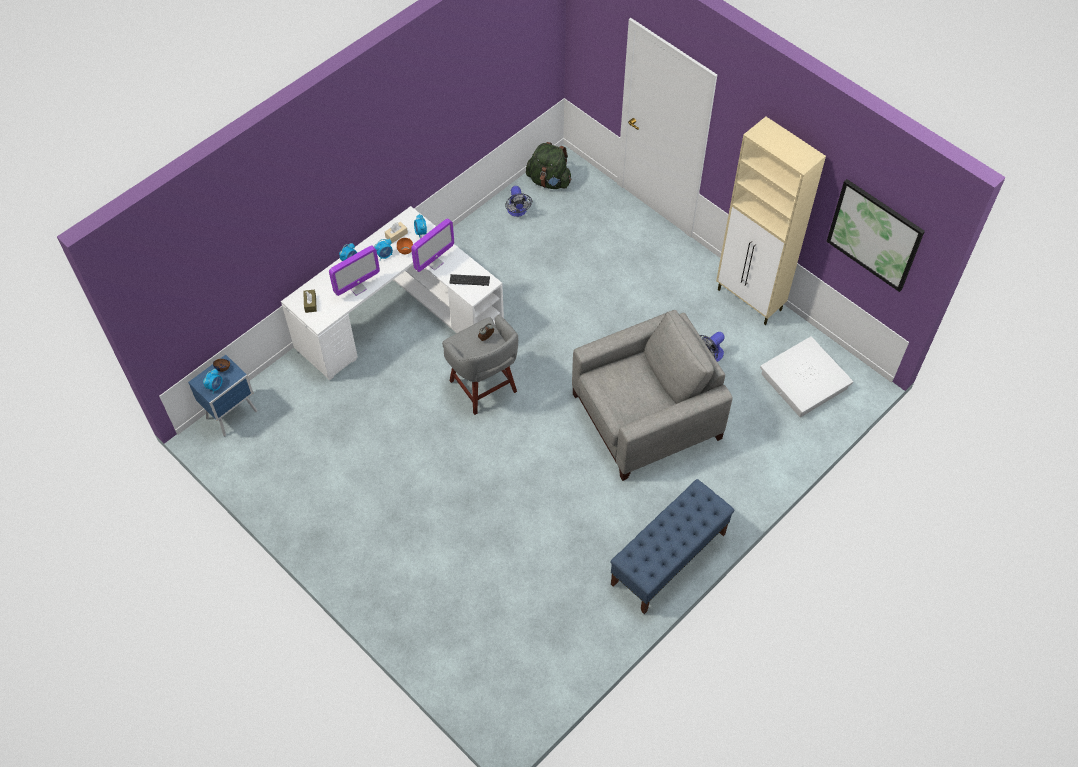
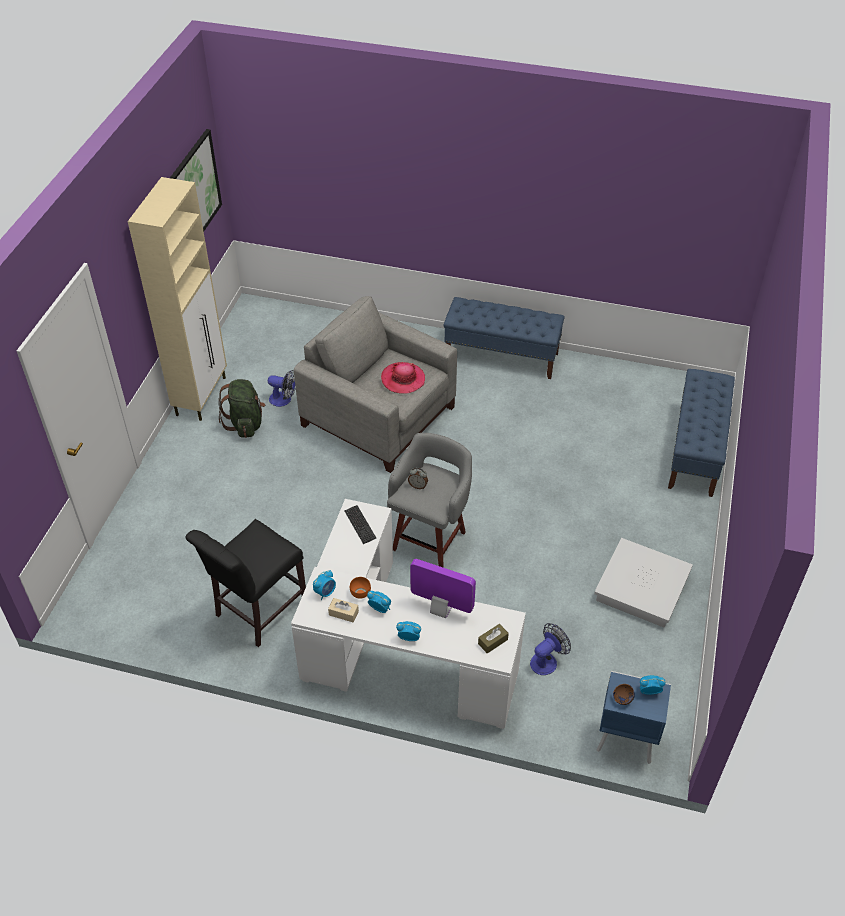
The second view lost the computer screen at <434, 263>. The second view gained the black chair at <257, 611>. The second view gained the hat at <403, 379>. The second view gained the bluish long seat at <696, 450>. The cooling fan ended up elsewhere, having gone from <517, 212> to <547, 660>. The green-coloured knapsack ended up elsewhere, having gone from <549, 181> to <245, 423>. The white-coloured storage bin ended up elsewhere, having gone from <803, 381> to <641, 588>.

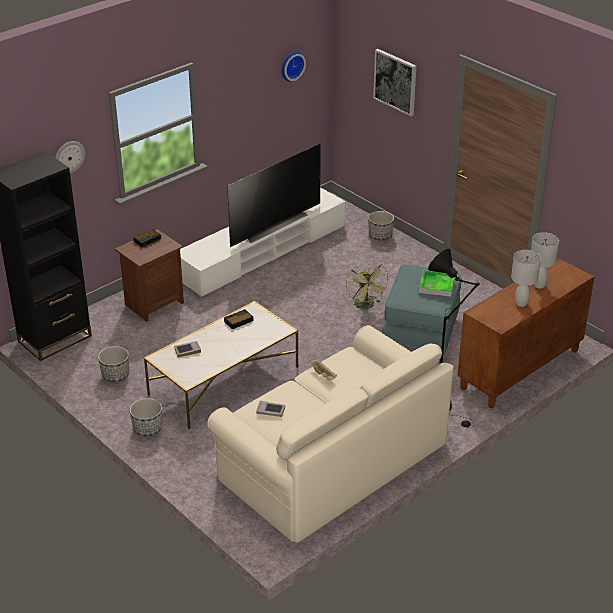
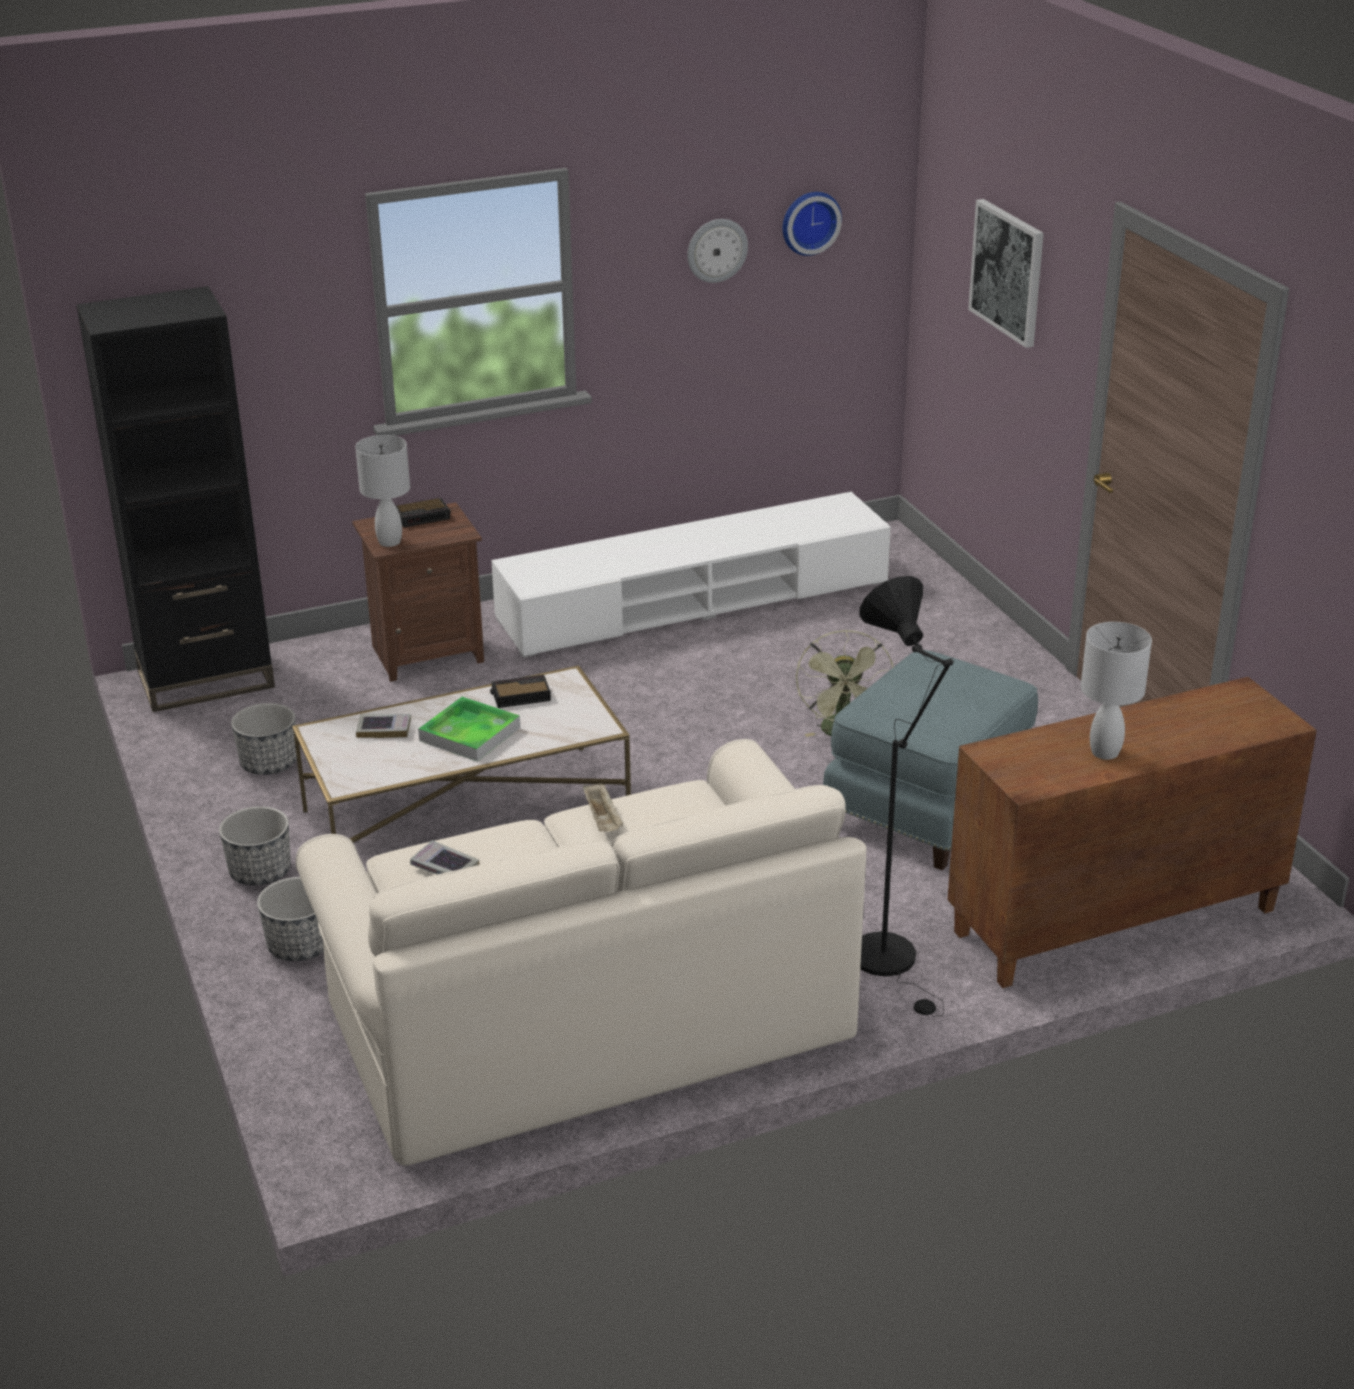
The second view lost the television at <273, 225>. The wall clock ended up elsewhere, having gone from <69, 156> to <716, 250>. The planter ended up elsewhere, having gone from <380, 236> to <300, 946>. The serving tray ended up elsewhere, having gone from <436, 285> to <470, 734>. The white-coloured tabletop lamp ended up elsewhere, having gone from <538, 285> to <389, 541>.

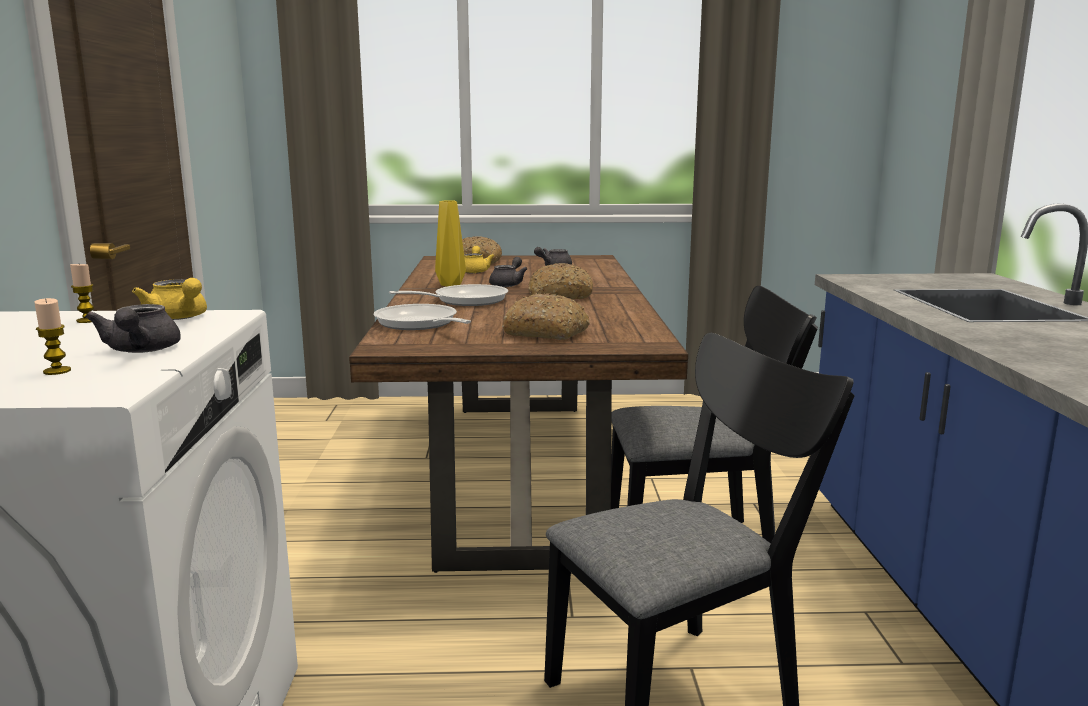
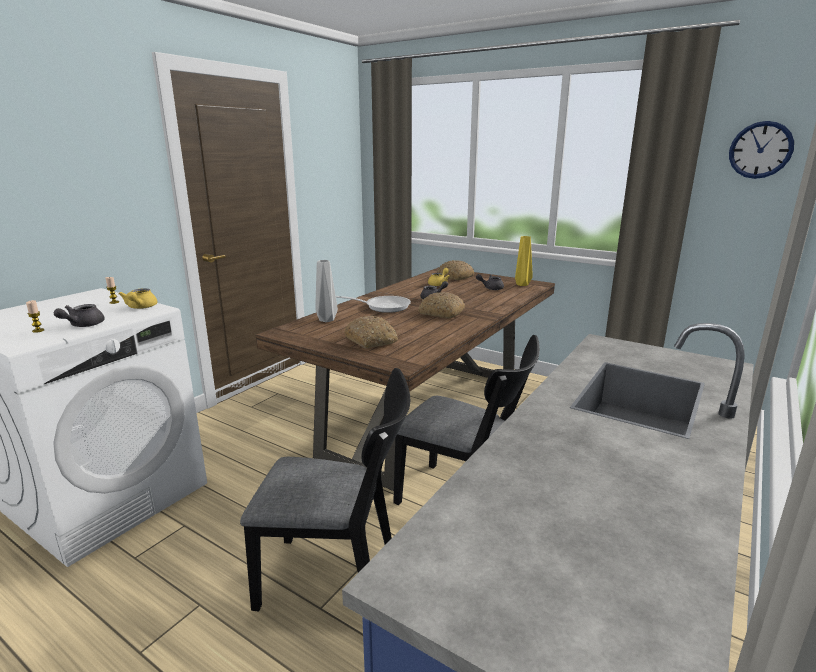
The second view gained the wall clock at <760, 150>. The yellowish vase ended up elsewhere, having gone from <452, 284> to <523, 284>. Where the pan stood at <419, 324>, the greyish vase came to stand at <326, 319>.

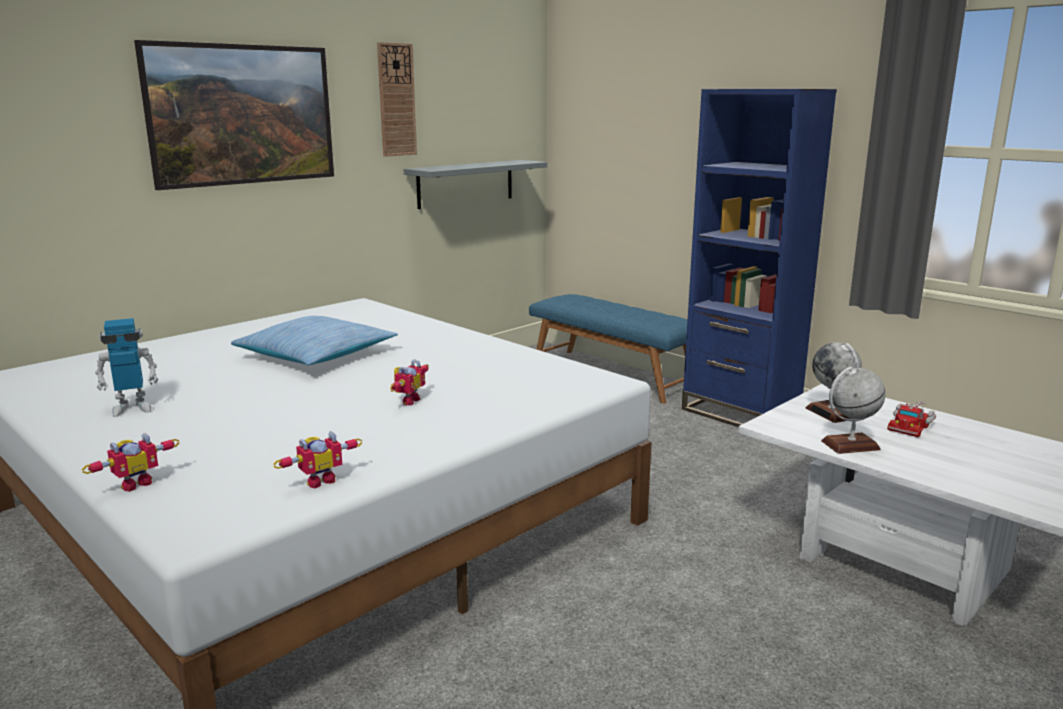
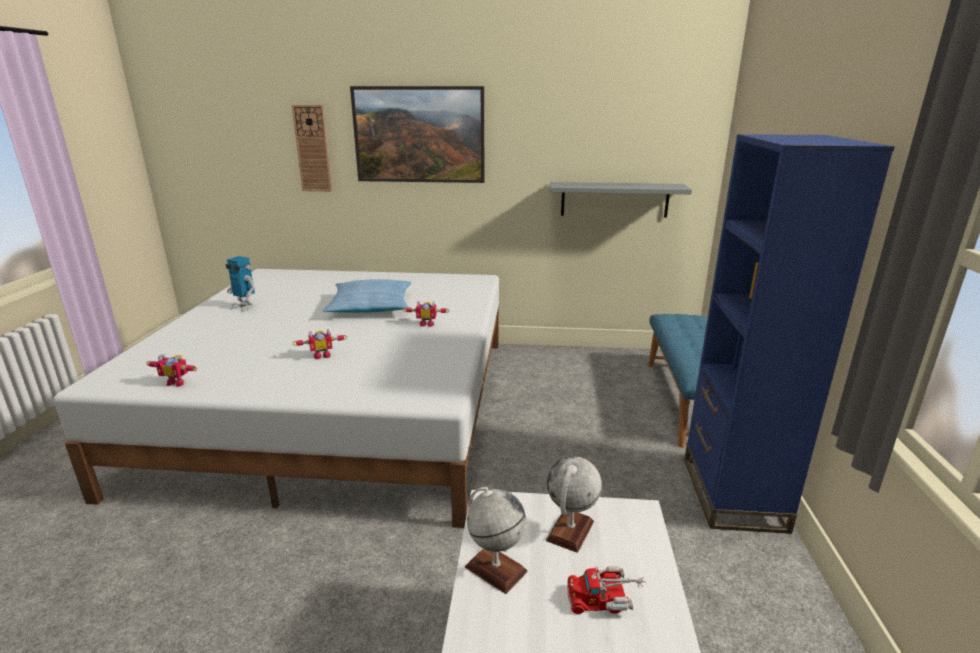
The toy robot ended up elsewhere, having gone from <135, 483> to <427, 324>. The wall clock ended up elsewhere, having gone from <396, 100> to <313, 149>.

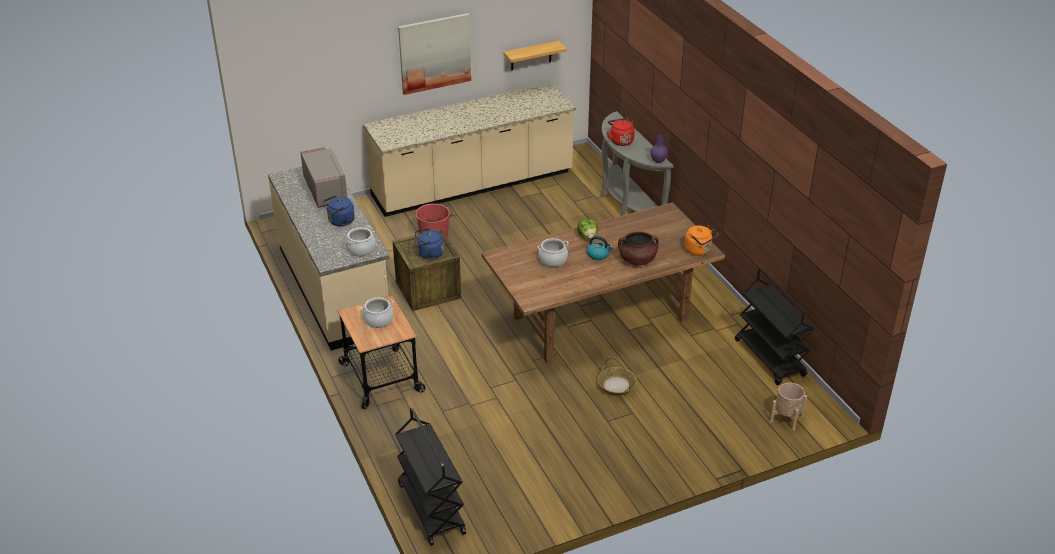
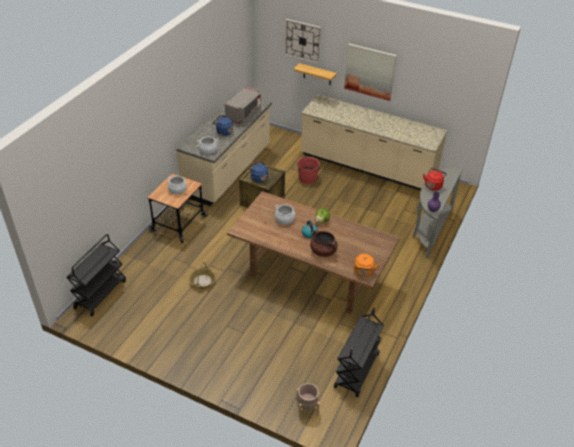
The second view gained the wall clock at <303, 41>. The bracket shelf ended up elsewhere, having gone from <531, 56> to <317, 74>. The household basket ended up elsewhere, having gone from <616, 385> to <202, 281>.

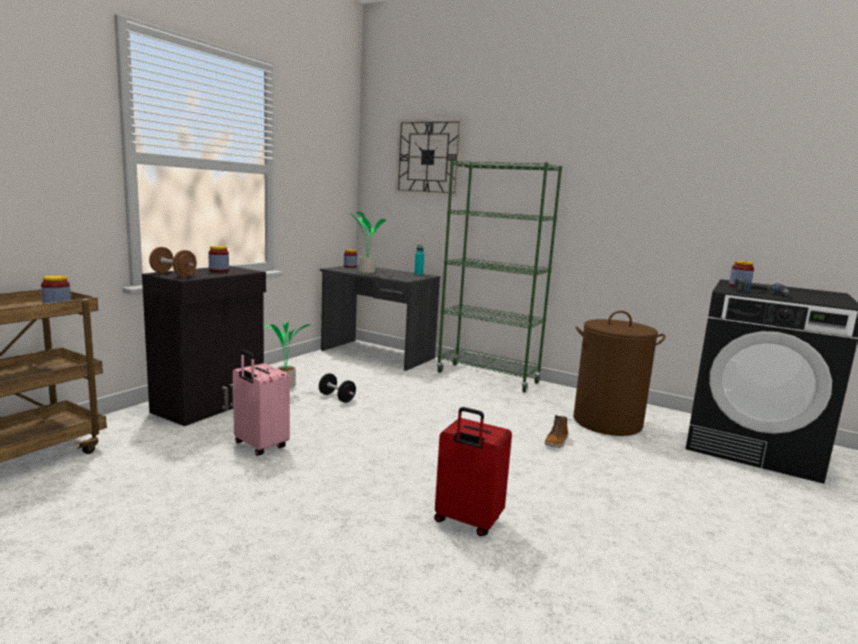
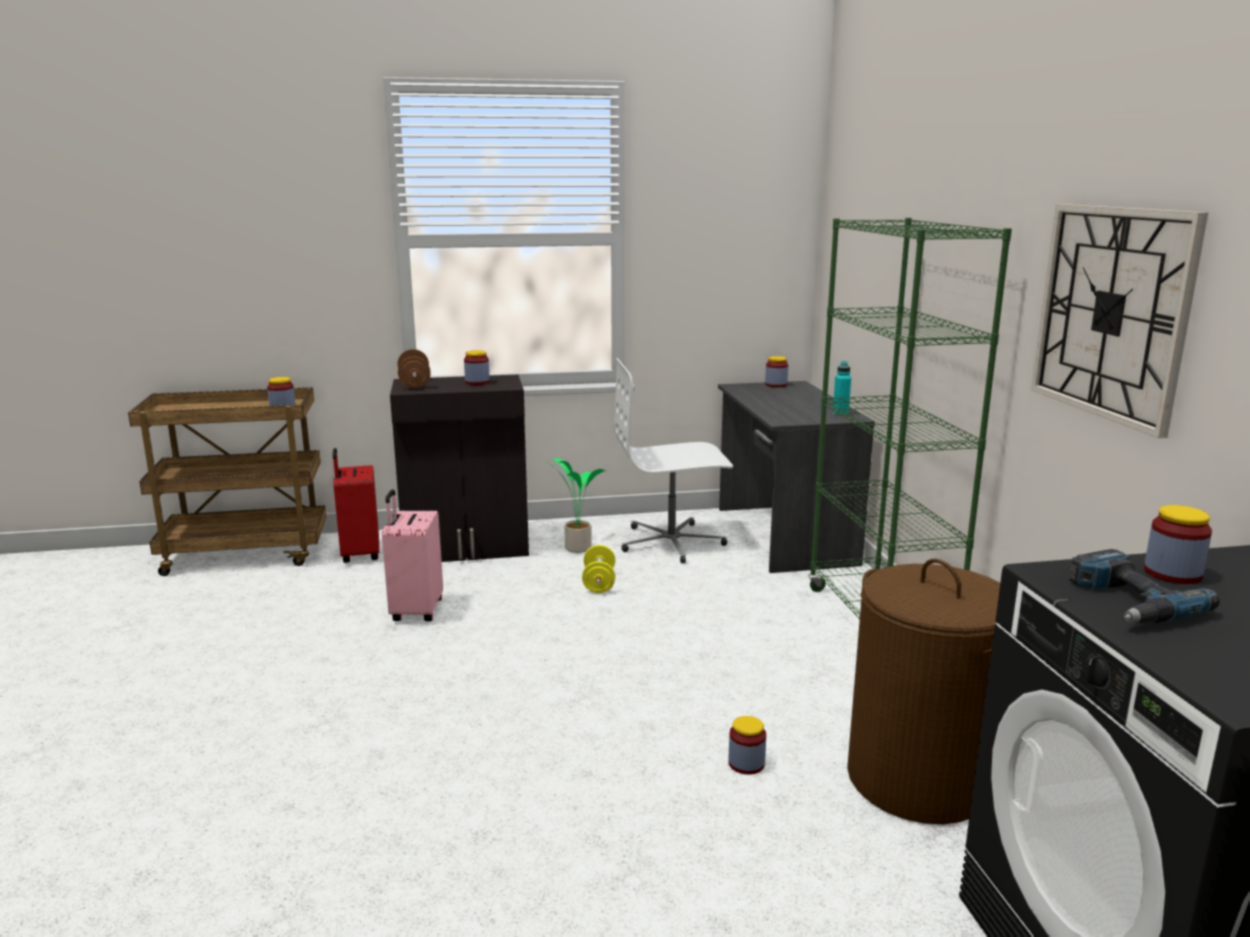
The second view lost the plant in a pot at <365, 272>. The second view gained the white-coloured desk chair at <672, 542>. The wall clock ended up elsewhere, having gone from <428, 157> to <1112, 313>. The red suitcase ended up elsewhere, having gone from <467, 521> to <359, 554>. Where the boot stood at <556, 441>, the storage jar came to stand at <746, 764>. What was the black hand weight at <337, 398> turned into the yellowish hand weight at <599, 583>.

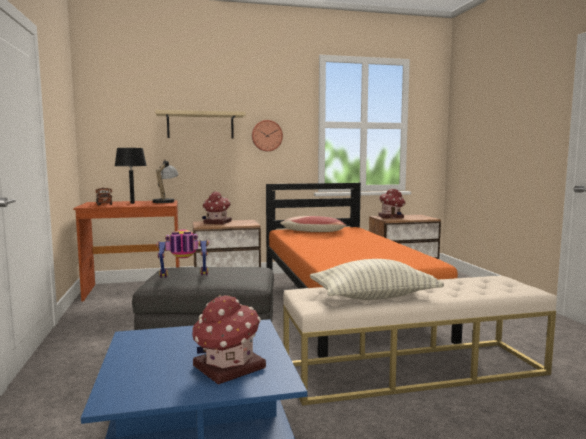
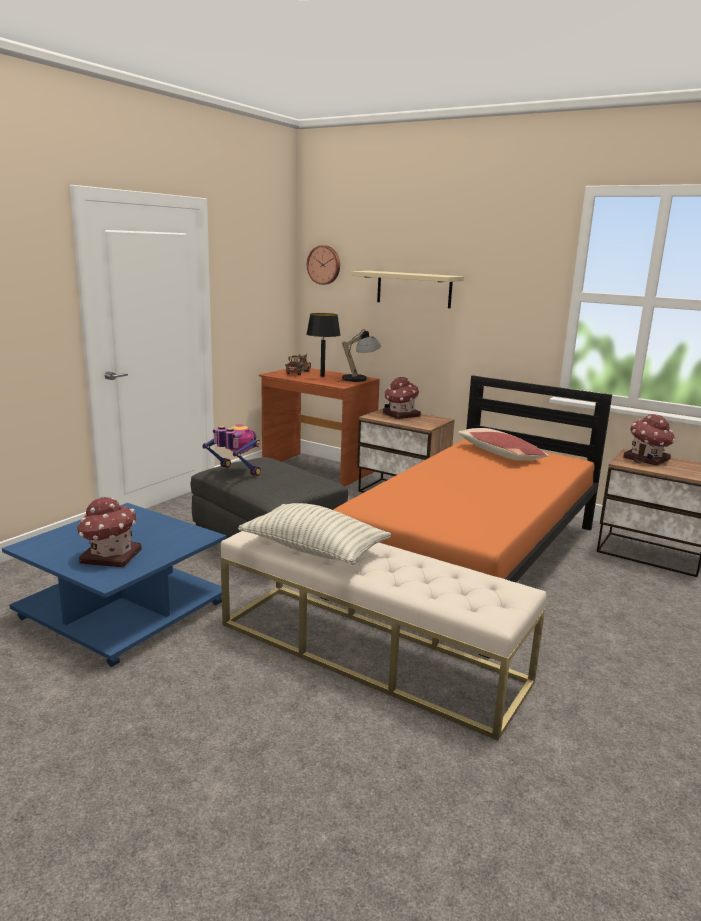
The wall clock ended up elsewhere, having gone from <267, 135> to <324, 265>.

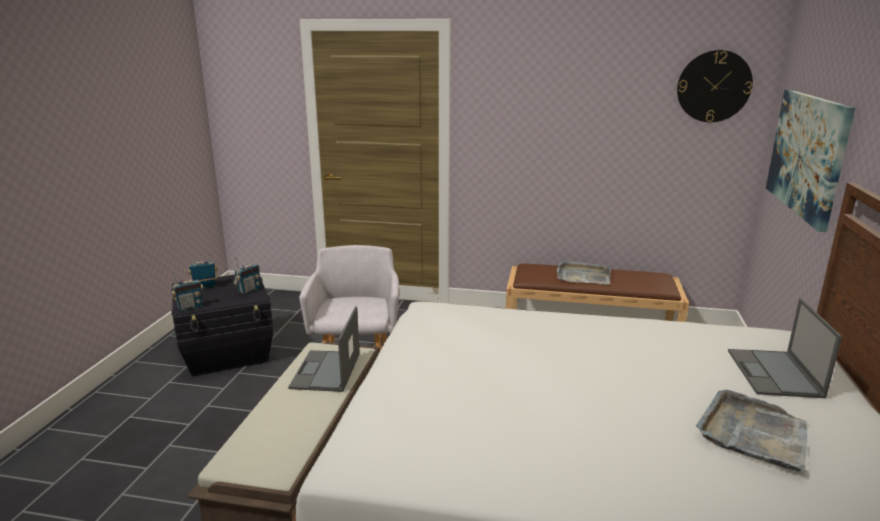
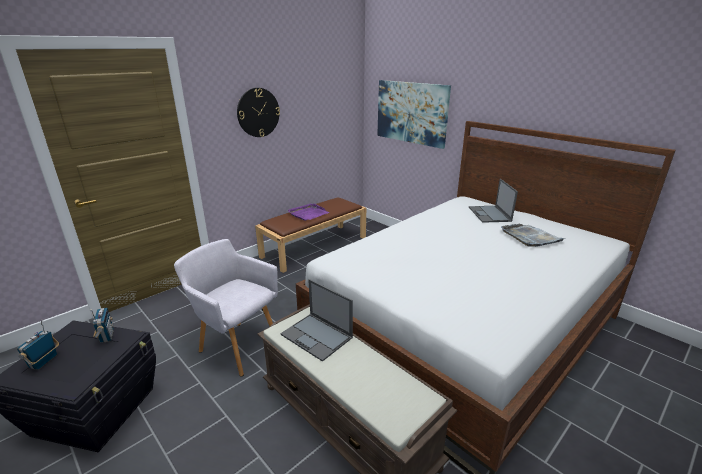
The second view lost the radio at <190, 307>. The wall clock ended up elsewhere, having gone from <714, 86> to <258, 112>. What was the greyish serving tray at <583, 275> turned into the purple serving tray at <308, 214>. The portable computer at <774, 374> ended up facing another way, 45 degrees clockwise from before.

